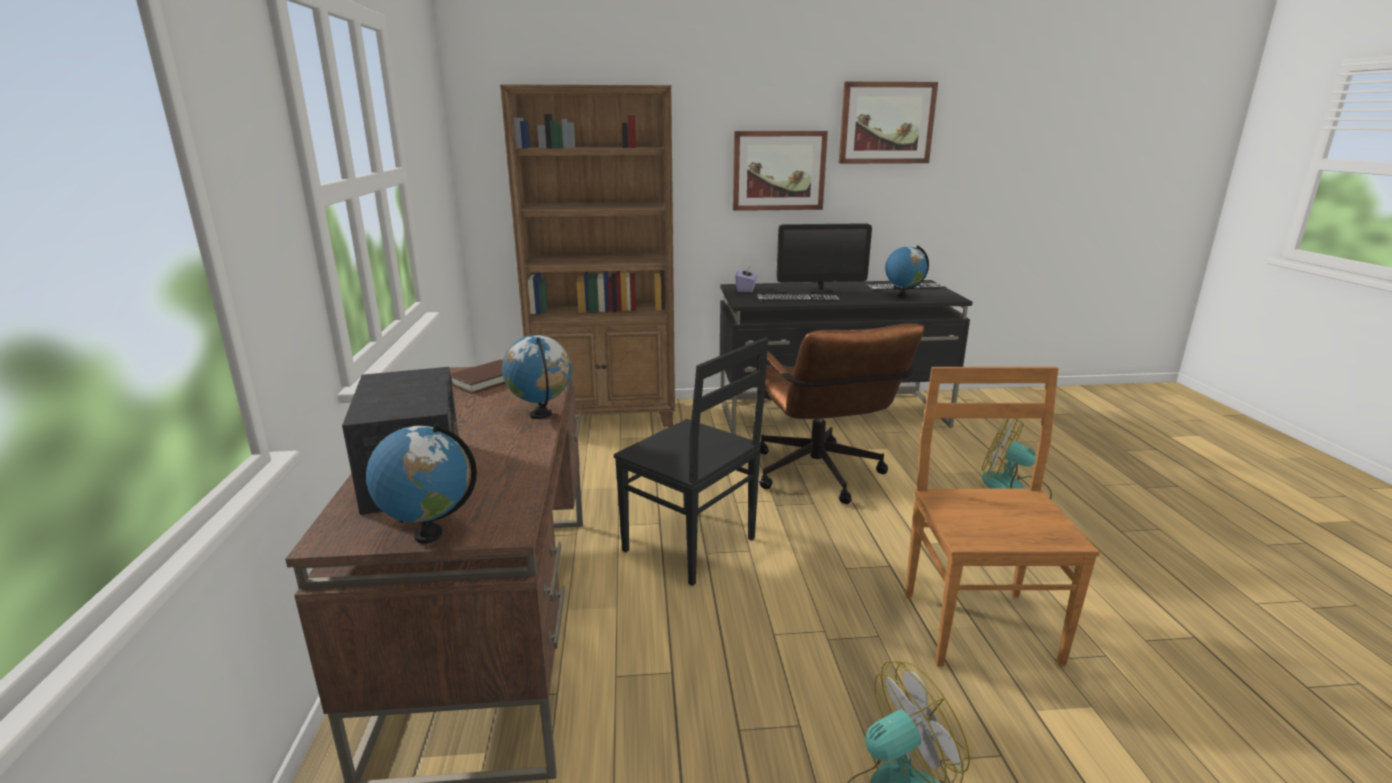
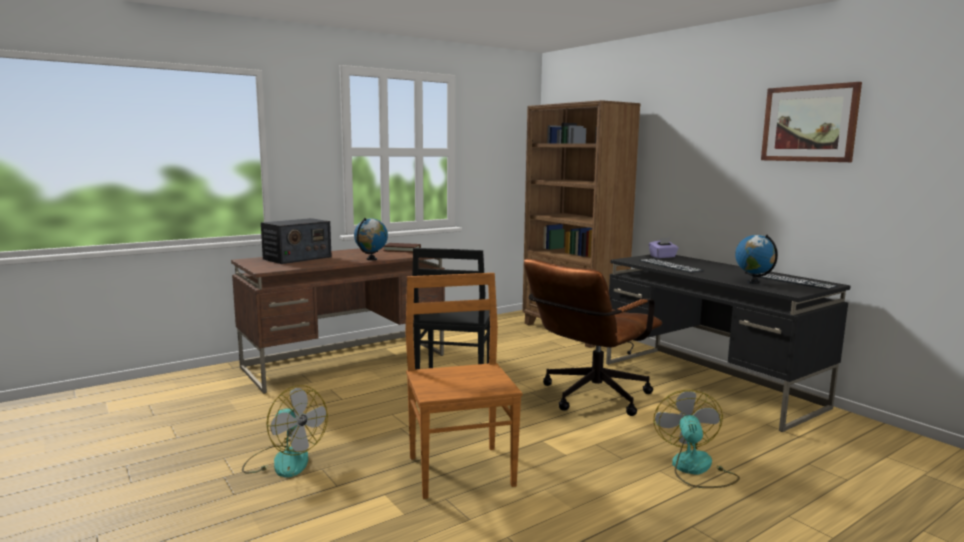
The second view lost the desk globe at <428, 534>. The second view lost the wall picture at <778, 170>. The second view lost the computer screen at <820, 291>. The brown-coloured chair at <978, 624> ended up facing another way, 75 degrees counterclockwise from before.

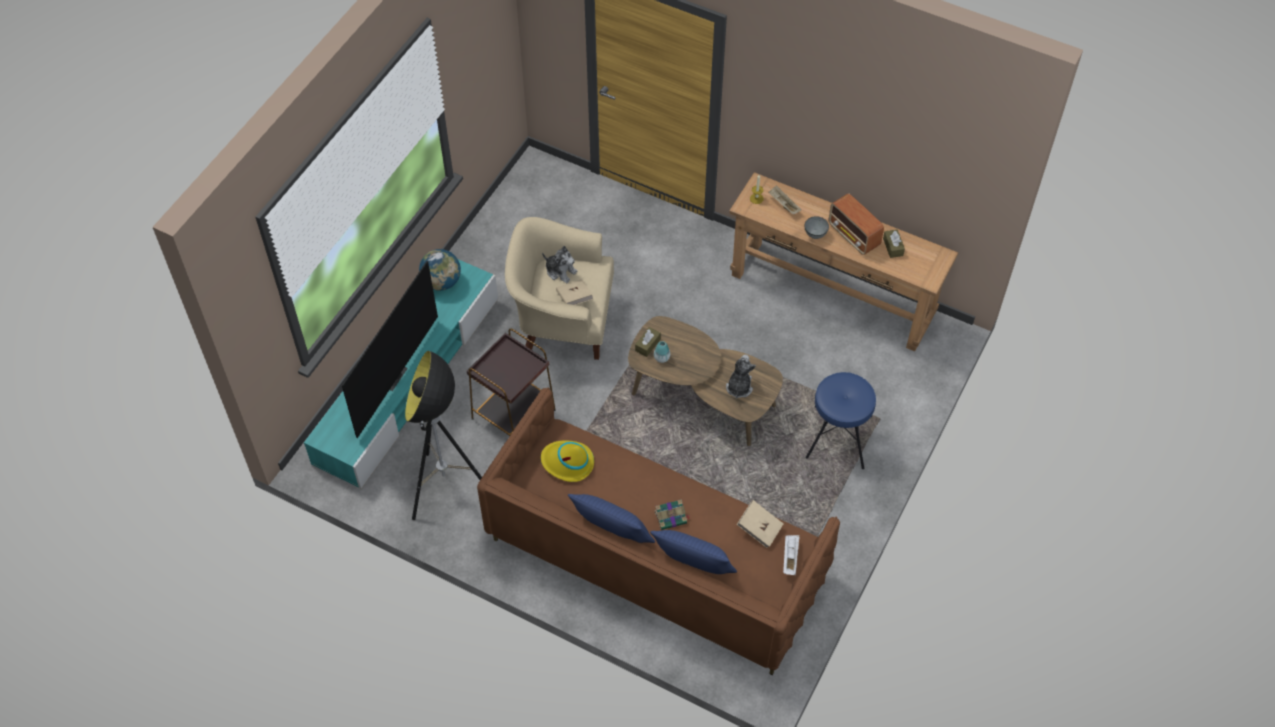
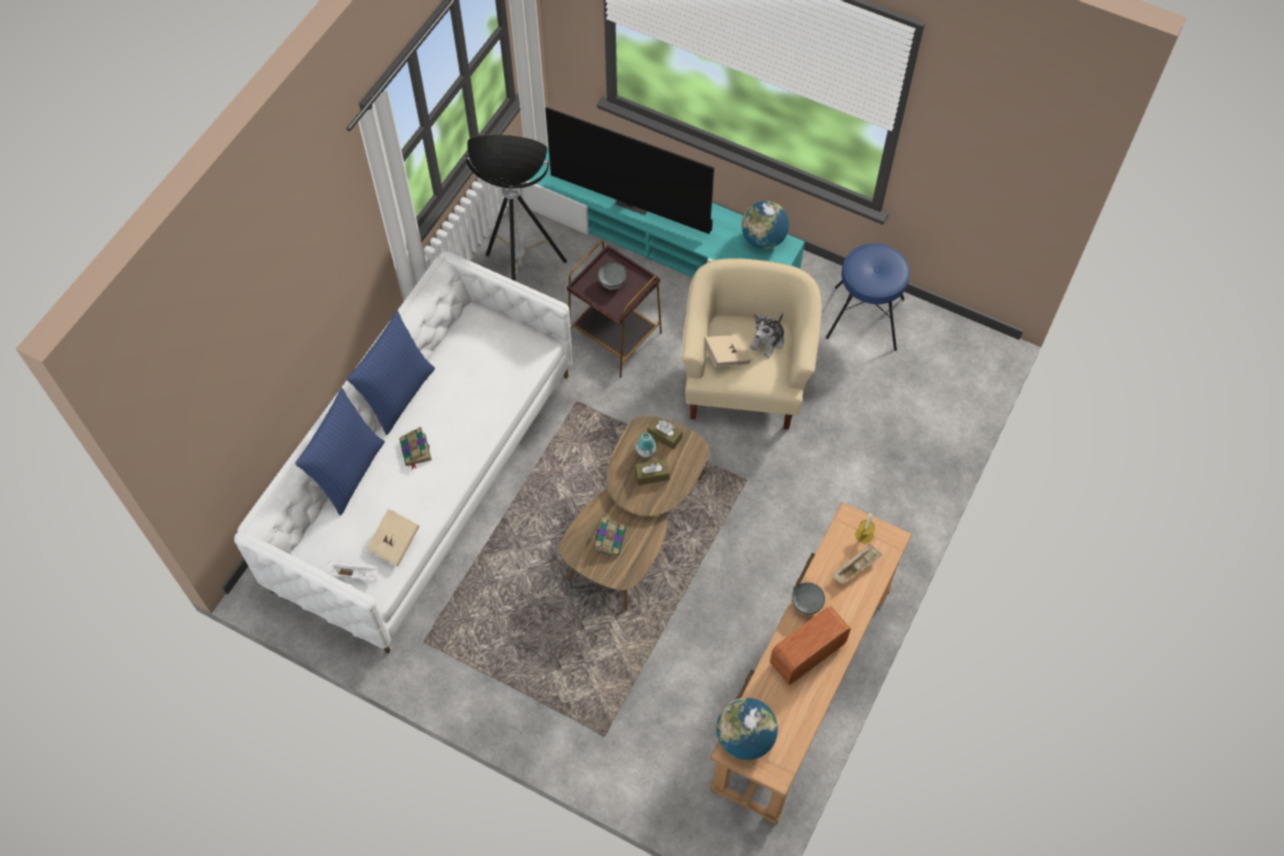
The second view lost the yellowish hat at <567, 463>. The second view gained the greyish deep dish at <612, 283>. The second view gained the desk globe at <745, 738>. The bluish stool seat ended up elsewhere, having gone from <838, 437> to <865, 317>. The brown-coloured tissue box ended up elsewhere, having gone from <893, 247> to <652, 475>. Where the soft toy stood at <739, 387>, the bound book came to stand at <609, 539>. What was the brown-coloured settee at <655, 557> turned into the white-coloured settee at <425, 478>.

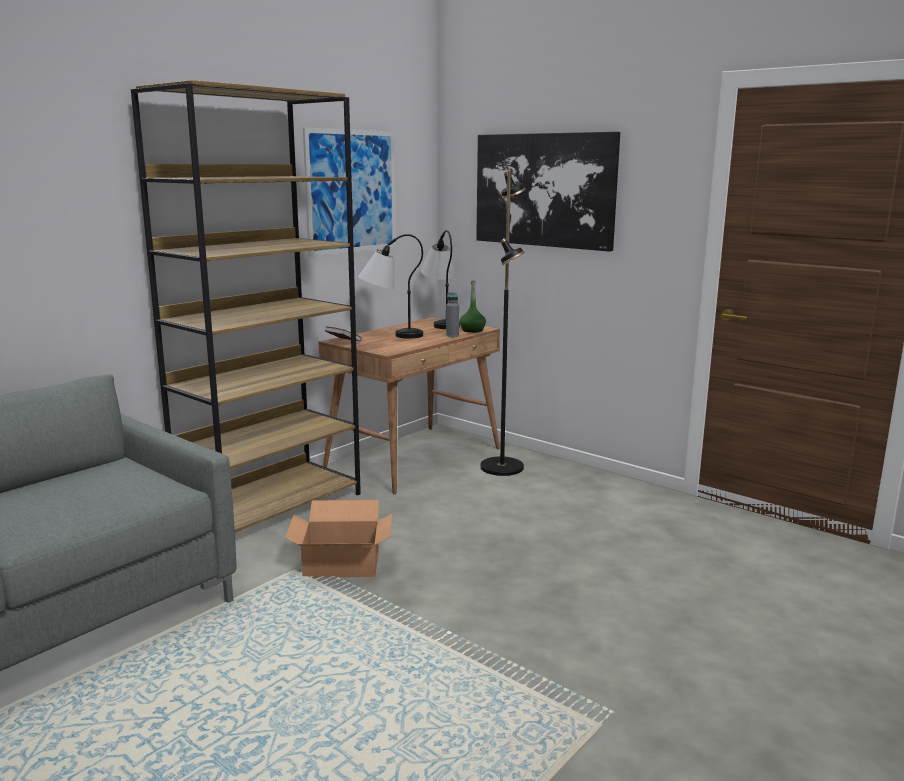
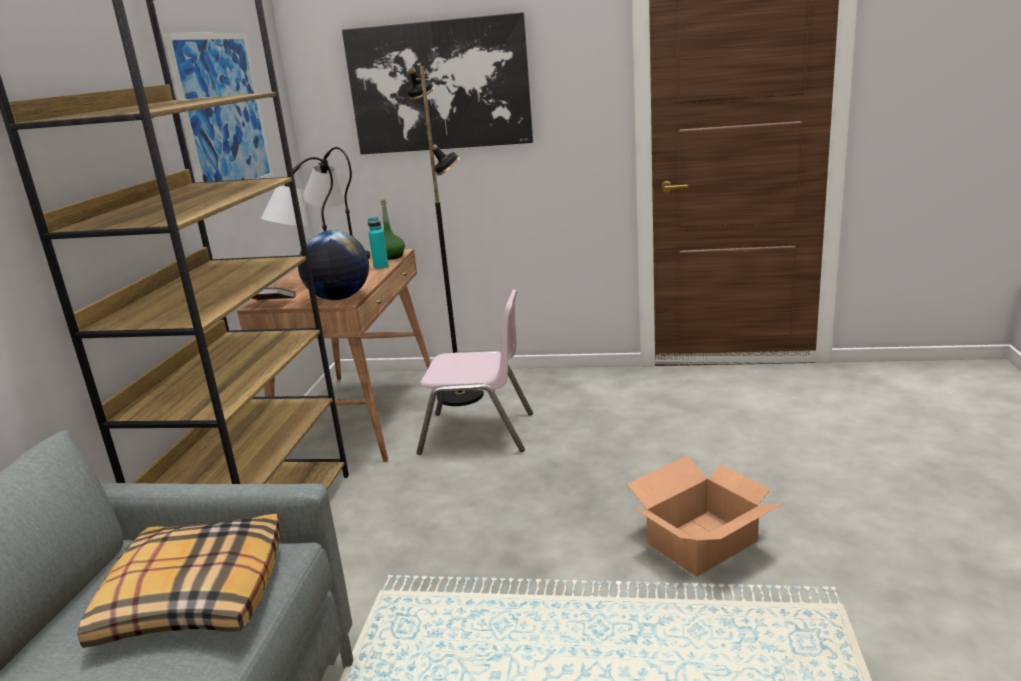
The second view gained the pillow at <193, 596>. The second view gained the desk globe at <339, 298>. The second view gained the pinkish chair at <478, 433>. The cardboard box ended up elsewhere, having gone from <342, 564> to <703, 542>. What was the greyish beverage bottle at <452, 335> turned into the turquoise beverage bottle at <381, 267>.

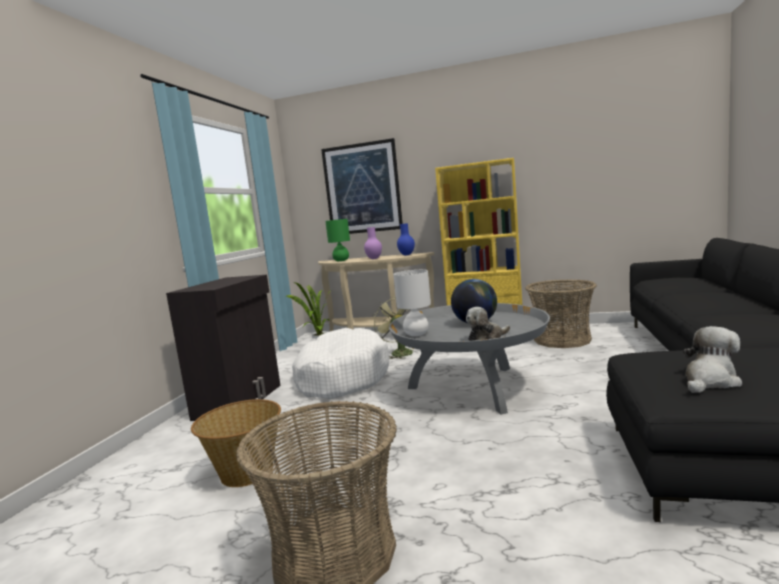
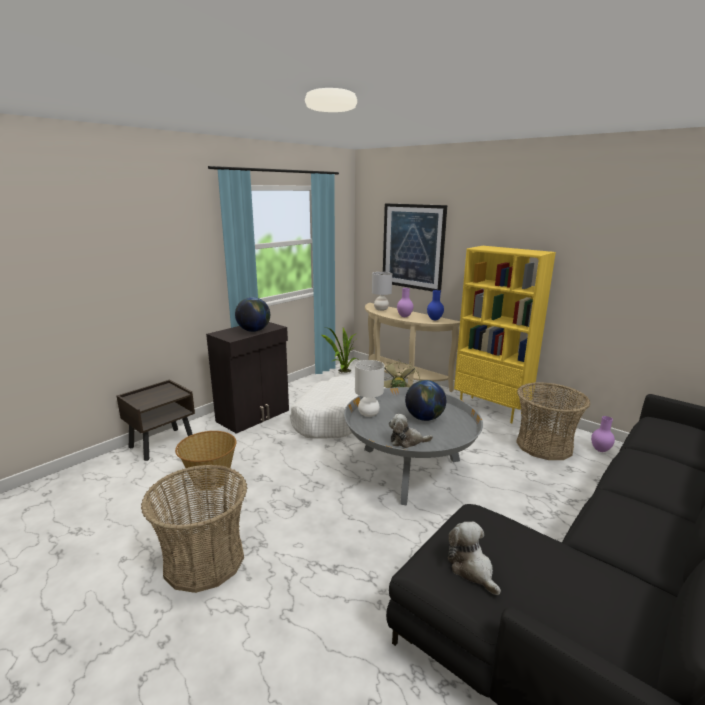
The second view gained the brown-coloured bedside table at <162, 443>. The second view gained the desk globe at <253, 330>. The second view gained the purple vase at <600, 450>. What was the green-coloured tabletop lamp at <341, 260> turned into the greyish tabletop lamp at <381, 309>. The soft toy at <709, 381> ended up facing another way, 105 degrees counterclockwise from before.

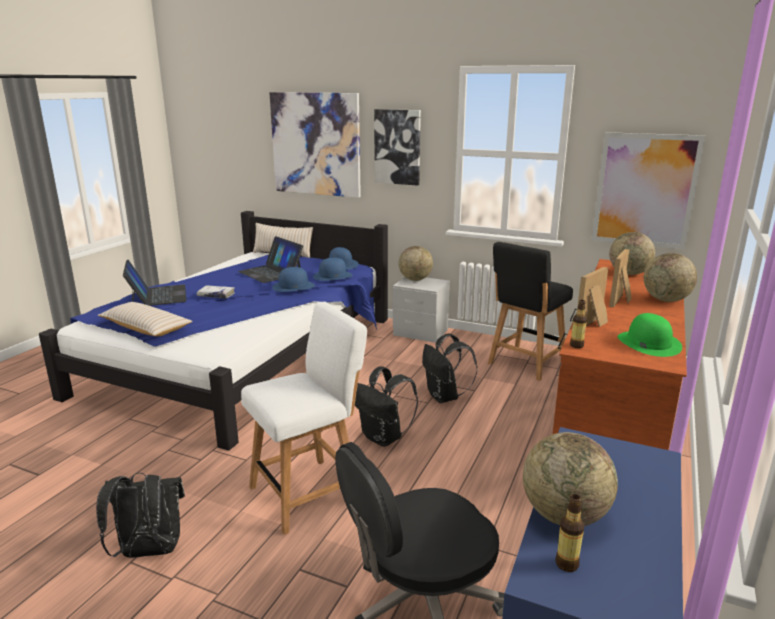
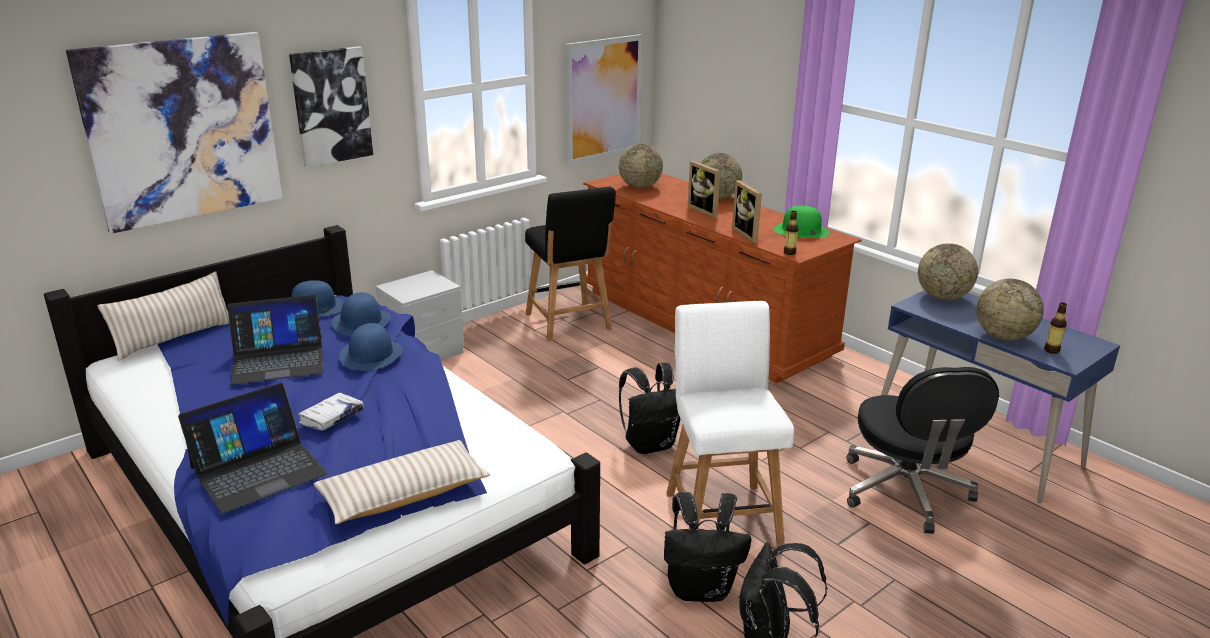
The desk globe ended up elsewhere, having gone from <415, 279> to <943, 297>. The black knapsack ended up elsewhere, having gone from <444, 397> to <701, 589>. The portable computer at <158, 296> ended up facing another way, 135 degrees clockwise from before.

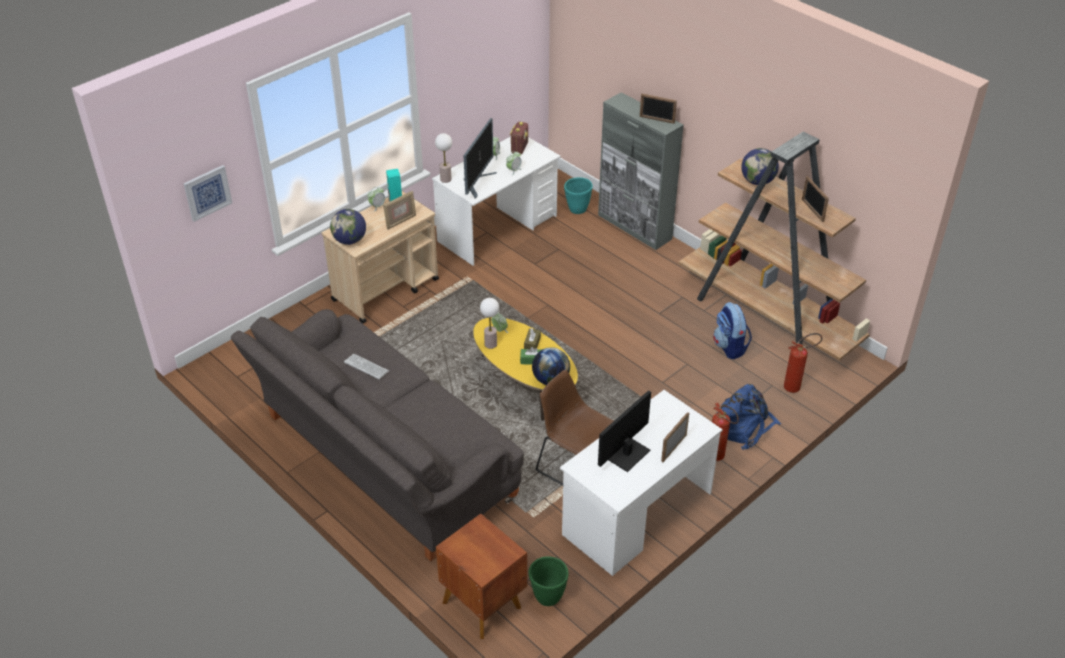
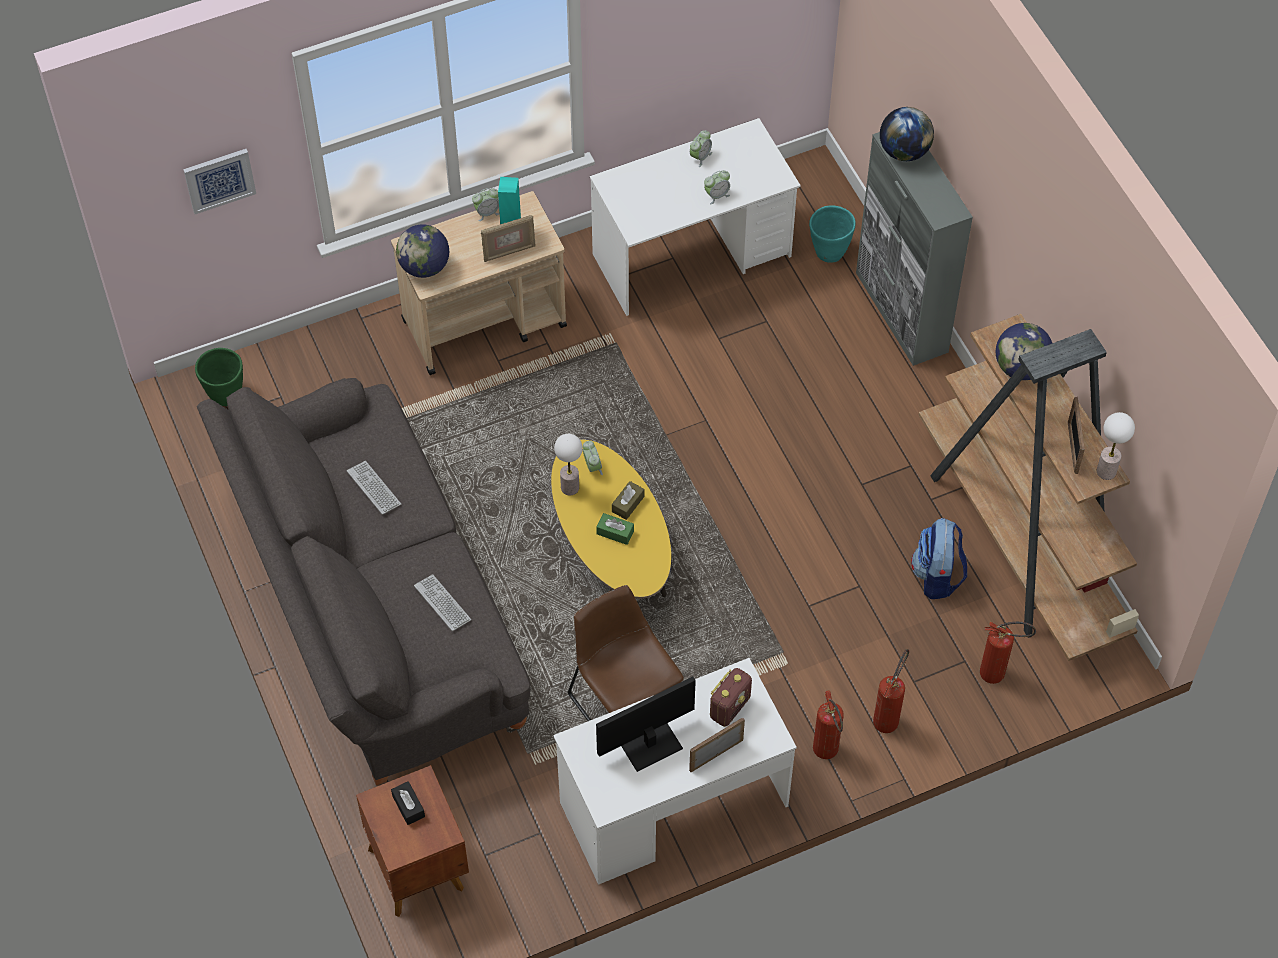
The second view lost the computer screen at <477, 182>. The second view lost the standing frame at <657, 120>. The second view gained the black tissue box at <408, 806>. The second view gained the computer keyboard at <442, 603>. The tabletop lamp ended up elsewhere, having gone from <445, 179> to <1106, 471>. The radio ended up elsewhere, having gone from <519, 148> to <730, 707>. The green-coloured planter ended up elsewhere, having gone from <548, 596> to <225, 395>. The desk globe ended up elsewhere, having gone from <550, 380> to <904, 151>. Where the bluish knapsack stood at <744, 427>, the extinguisher came to stand at <888, 717>.

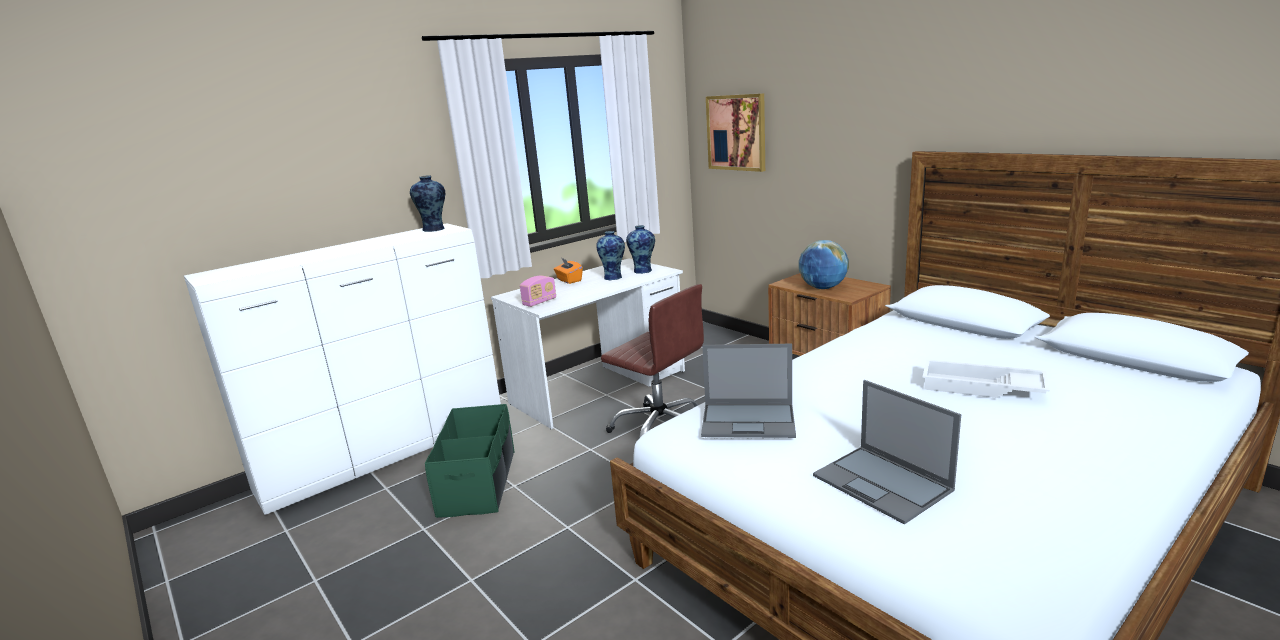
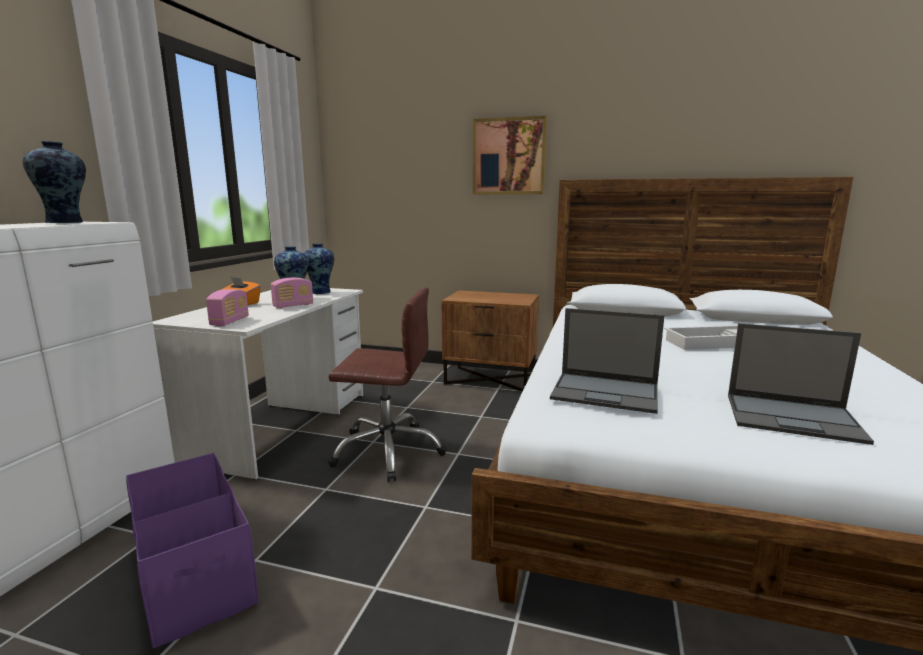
The second view lost the desk globe at <823, 288>. The second view gained the radio at <293, 306>. The wall picture ended up elsewhere, having gone from <736, 132> to <509, 156>. What was the green-coloured storage bin at <478, 482> turned into the purple storage bin at <195, 572>. The portable computer at <749, 420> ended up facing another way, 45 degrees clockwise from before.

